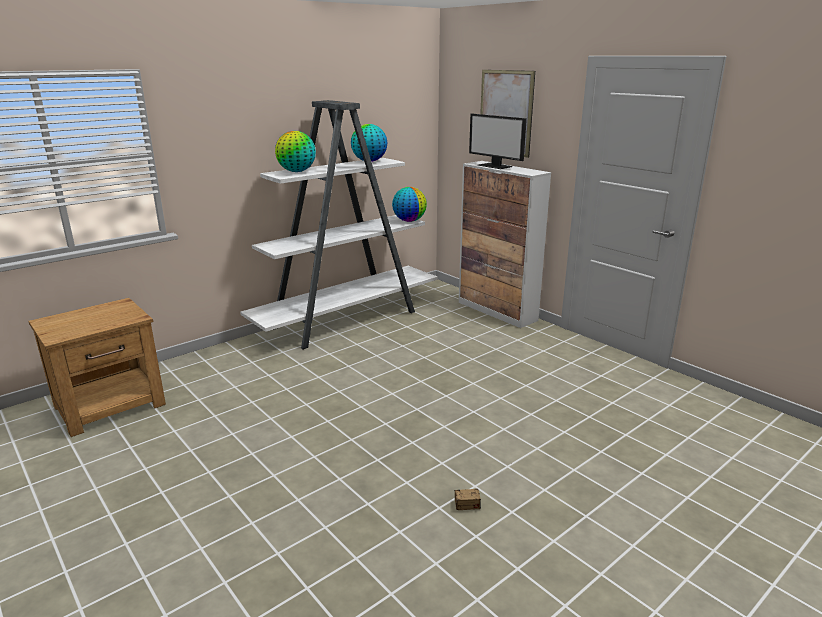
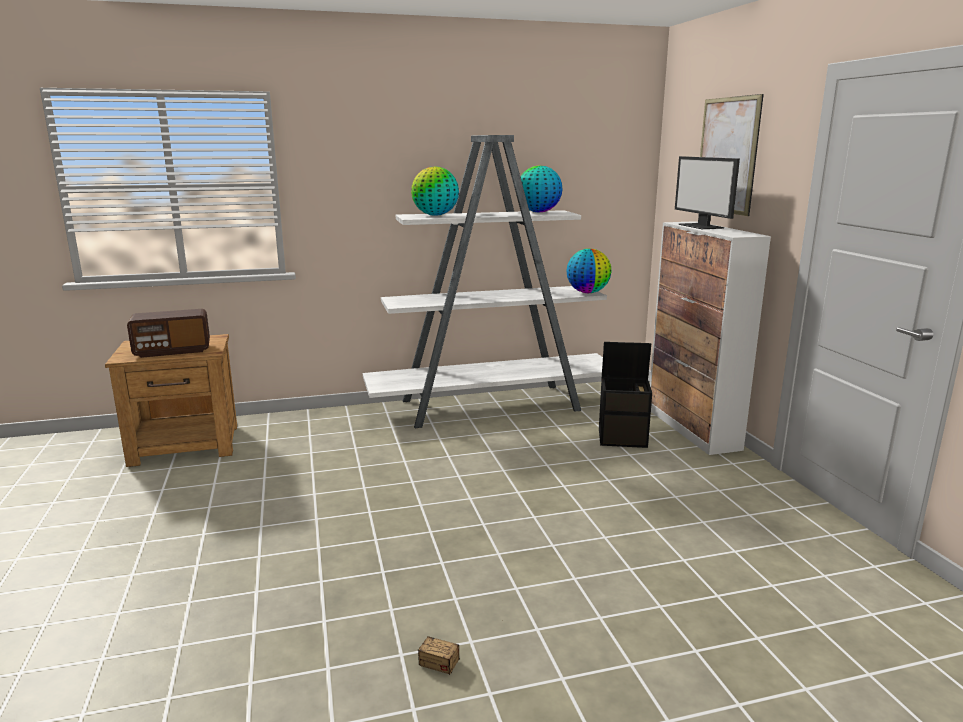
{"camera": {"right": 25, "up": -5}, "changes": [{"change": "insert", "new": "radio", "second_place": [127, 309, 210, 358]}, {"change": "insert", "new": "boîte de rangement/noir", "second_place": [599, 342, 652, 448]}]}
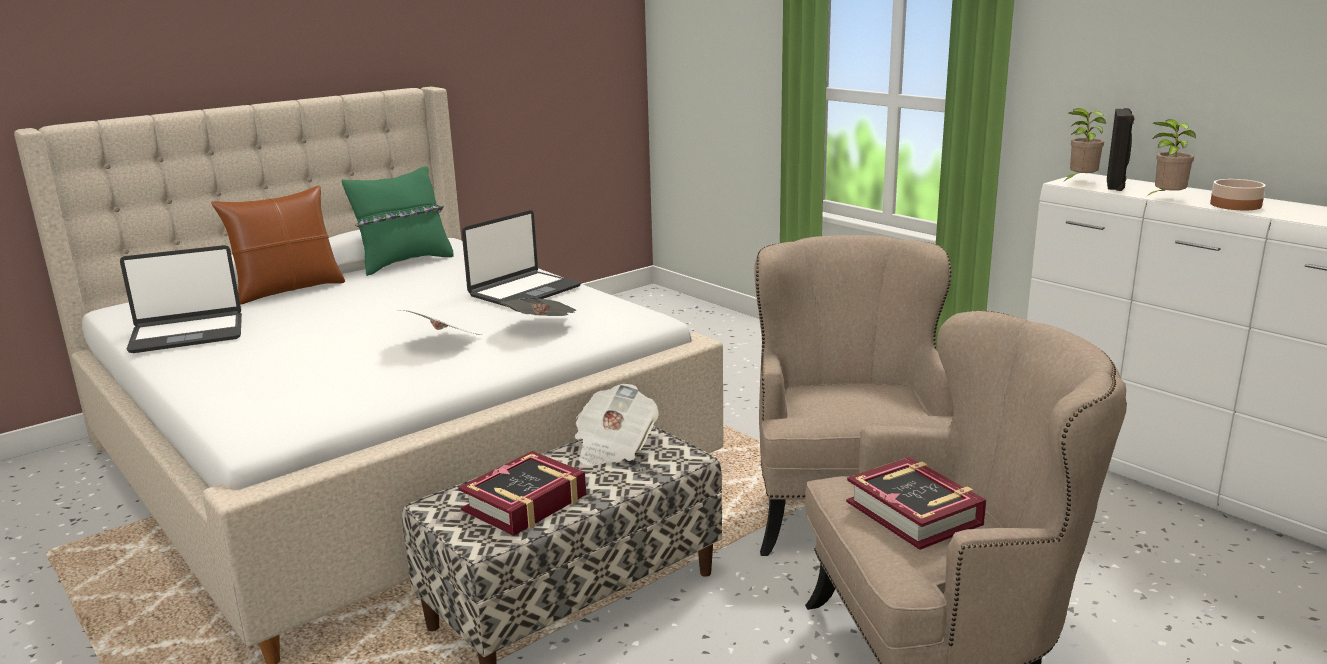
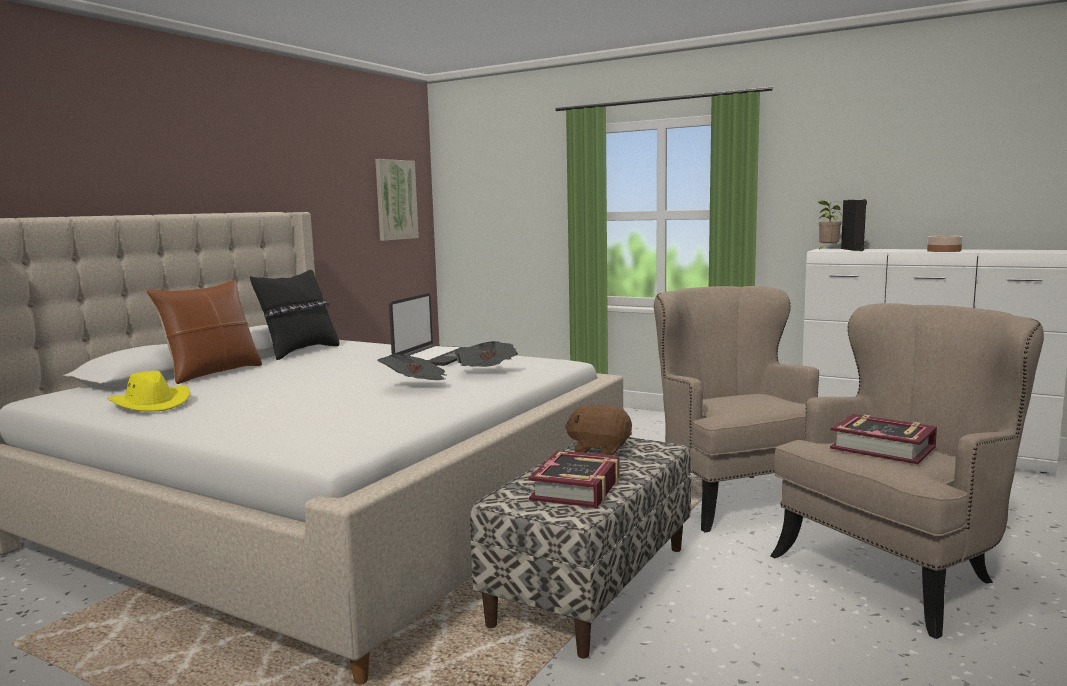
{"camera": {"right": -20, "up": -10}, "changes": [{"change": "delete", "old": "plante en pot", "first_place": [1147, 119, 1196, 196]}, {"change": "recolor", "old": "coussin/vert", "new": "coussin/noir", "first_place": [342, 166, 453, 276], "second_place": [250, 270, 340, 360]}, {"change": "replace", "old": "ordinateur portable", "new": "chapeau/jaune", "first_place": [120, 245, 242, 353], "second_place": [107, 371, 190, 412]}, {"change": "replace", "old": "journal", "new": "peluche/marron", "first_place": [575, 384, 659, 466], "second_place": [565, 404, 632, 455]}, {"change": "insert", "new": "tableau", "second_place": [375, 159, 419, 241]}]}
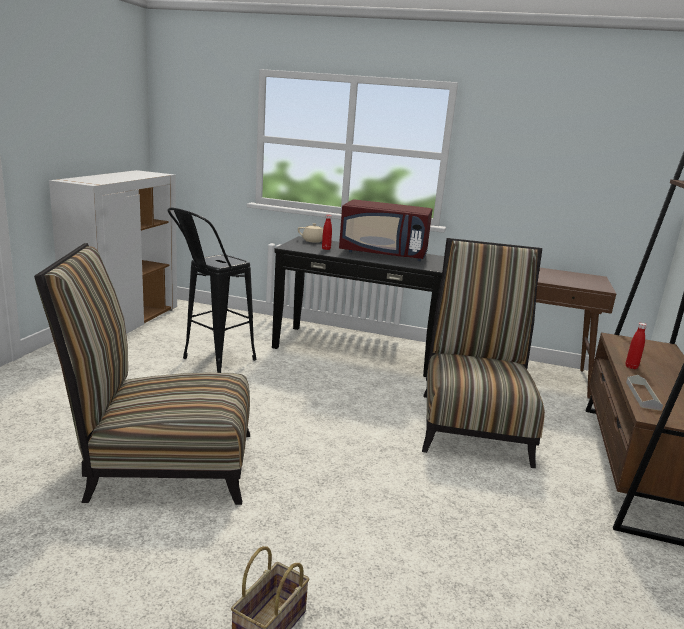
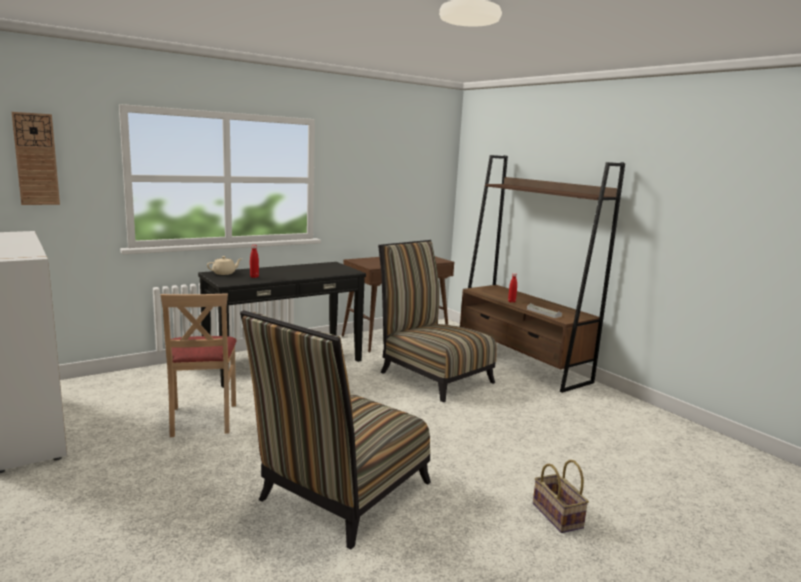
{"camera": {"right": -50, "up": -5}, "changes": [{"change": "delete", "old": "micro-ondes/rouge", "first_place": [339, 199, 432, 261]}, {"change": "replace", "old": "tabouret/noir", "new": "chaise/beige", "first_place": [168, 208, 256, 373], "second_place": [160, 293, 237, 437]}, {"change": "insert", "new": "horloge murale", "second_place": [11, 112, 60, 205]}]}
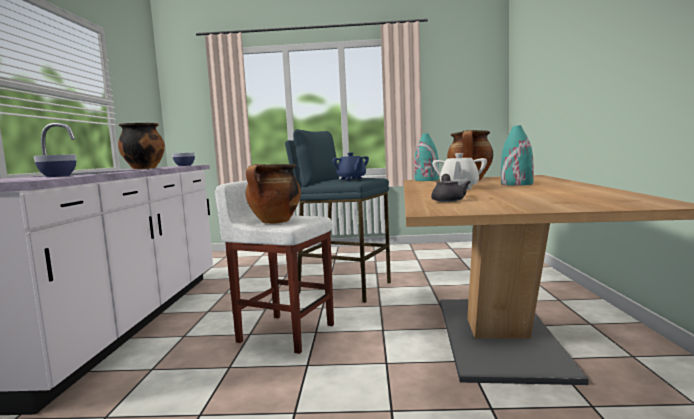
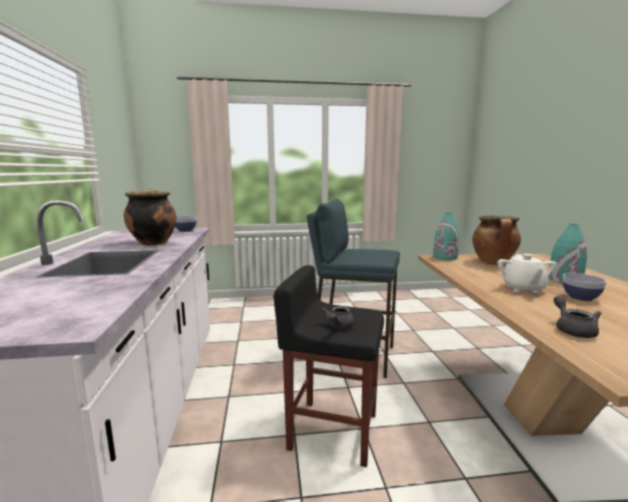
{"camera": {"right": -10, "up": 5}, "changes": [{"change": "delete", "old": "théière/bleu", "first_place": [332, 152, 369, 180]}, {"change": "move", "old": "bol", "first_place": [34, 154, 76, 177], "second_place": [563, 273, 607, 301]}, {"change": "replace", "old": "marmite", "new": "théière/gris", "first_place": [246, 164, 301, 224], "second_place": [321, 306, 354, 328]}, {"change": "recolor", "old": "tabouret/blanc", "new": "tabouret/noir", "first_place": [215, 180, 334, 354], "second_place": [274, 265, 384, 467]}]}
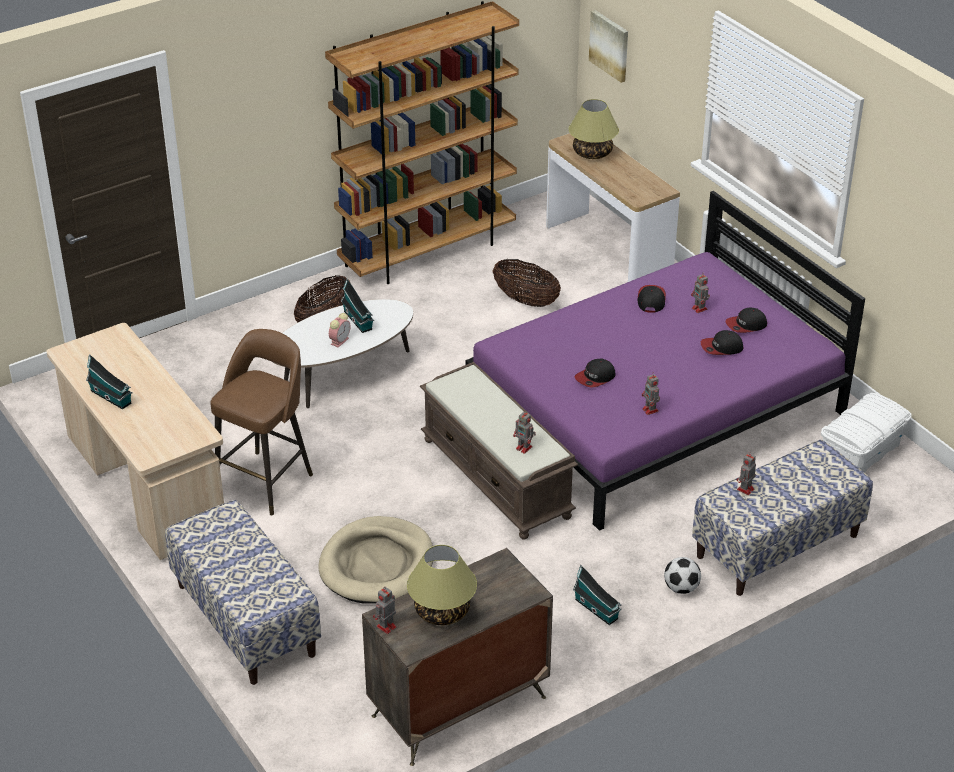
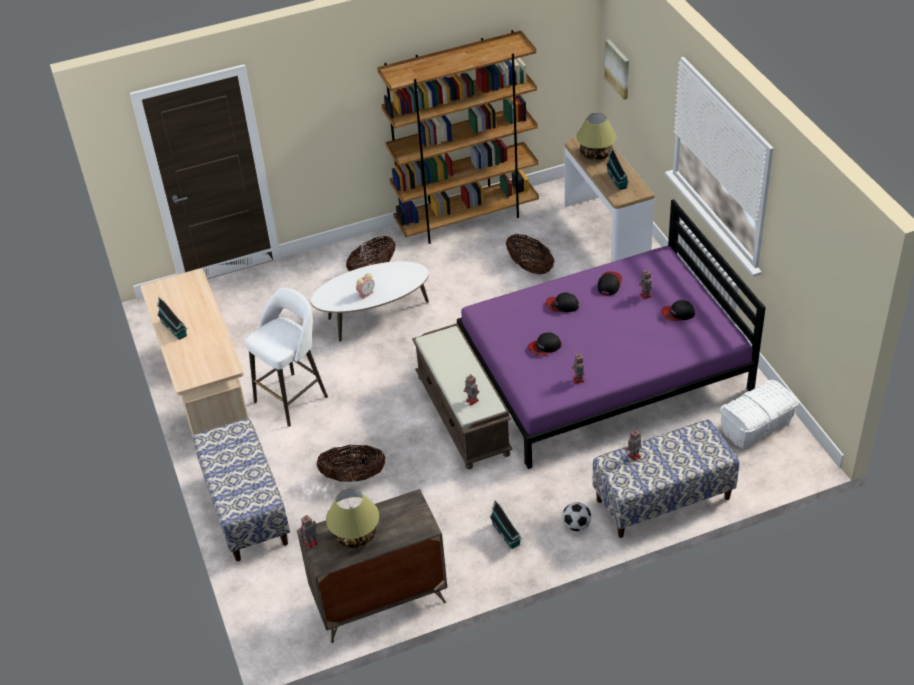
{"camera": {"right": 15, "up": 5}, "changes": [{"change": "move", "old": "maison miniature", "first_place": [341, 279, 374, 333], "second_place": [606, 148, 629, 190]}, {"change": "recolor", "old": "tabouret/marron", "new": "tabouret/blanc", "first_place": [211, 329, 313, 515], "second_place": [245, 288, 328, 427]}, {"change": "move", "old": "casquette", "first_place": [701, 330, 744, 355], "second_place": [546, 293, 579, 312]}, {"change": "replace", "old": "panier pour chien/beige", "new": "panier", "first_place": [319, 516, 433, 604], "second_place": [317, 445, 386, 482]}]}
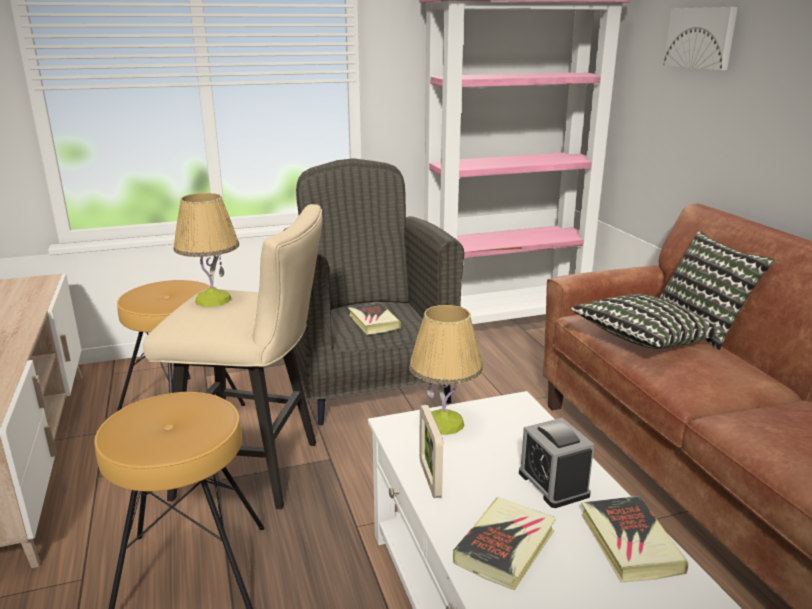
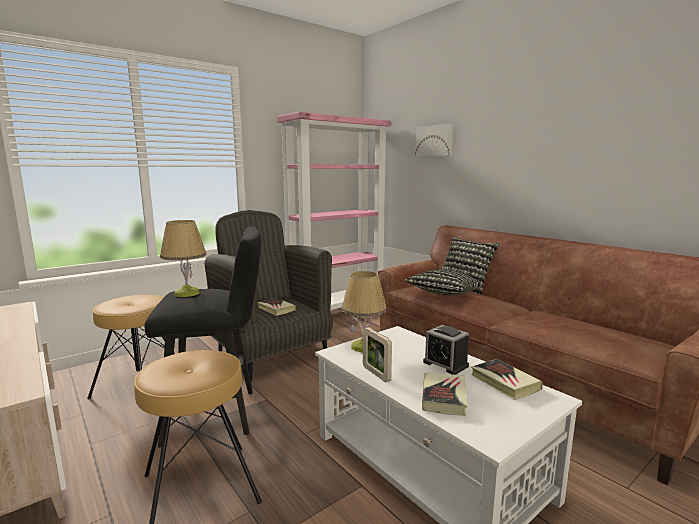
{"camera": {"right": -20, "up": -10}, "changes": [{"change": "recolor", "old": "tabouret/beige", "new": "tabouret/noir", "first_place": [143, 204, 323, 509], "second_place": [144, 227, 261, 447]}]}
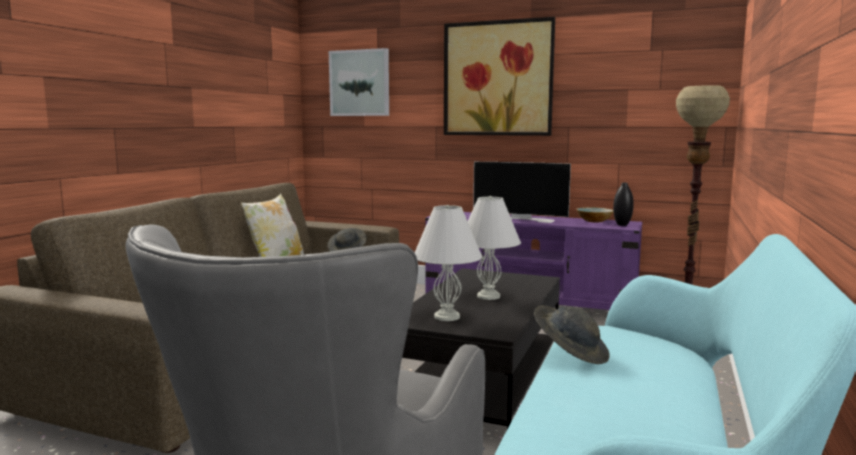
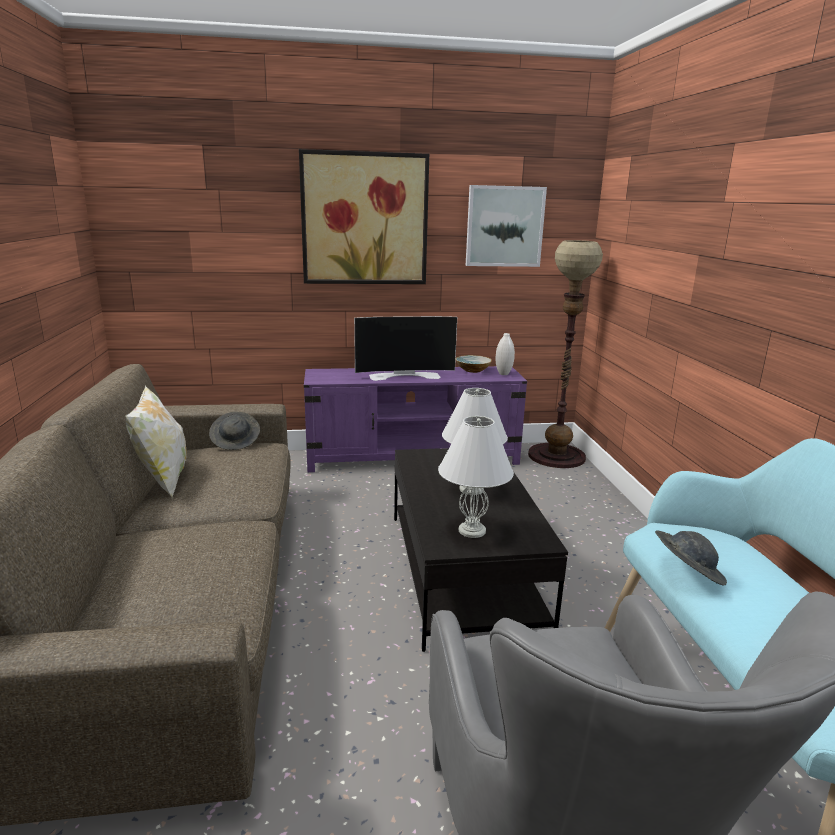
{"camera": {"right": -30, "up": 10}, "changes": [{"change": "move", "old": "tableau", "first_place": [329, 48, 389, 116], "second_place": [466, 185, 547, 267]}, {"change": "recolor", "old": "vase/noir", "new": "vase/blanc", "first_place": [613, 183, 634, 226], "second_place": [496, 333, 515, 375]}]}
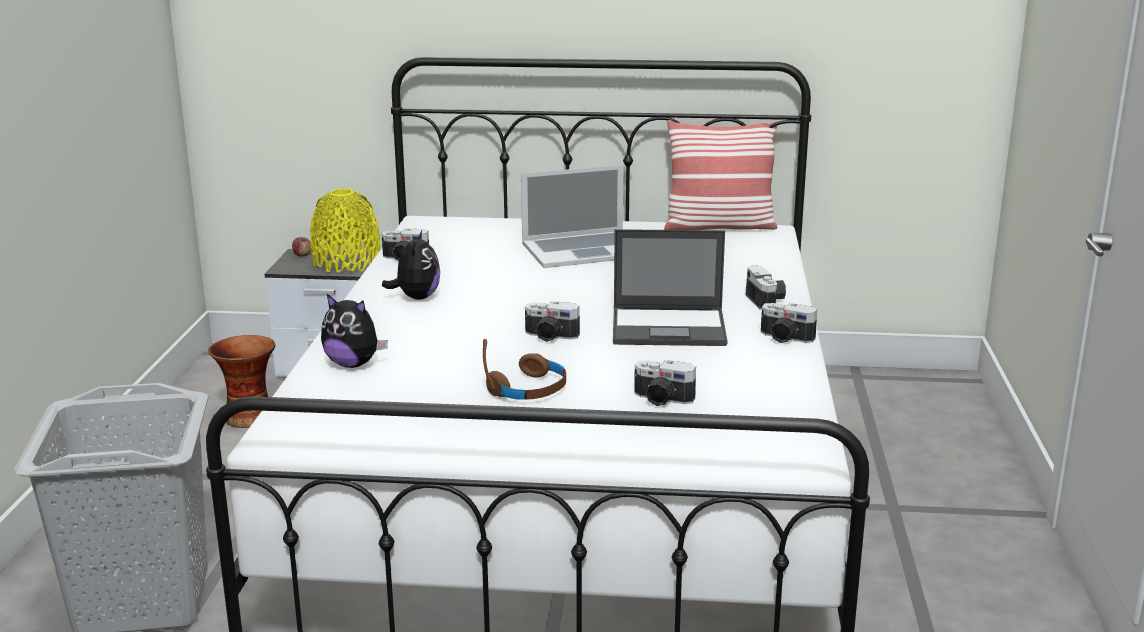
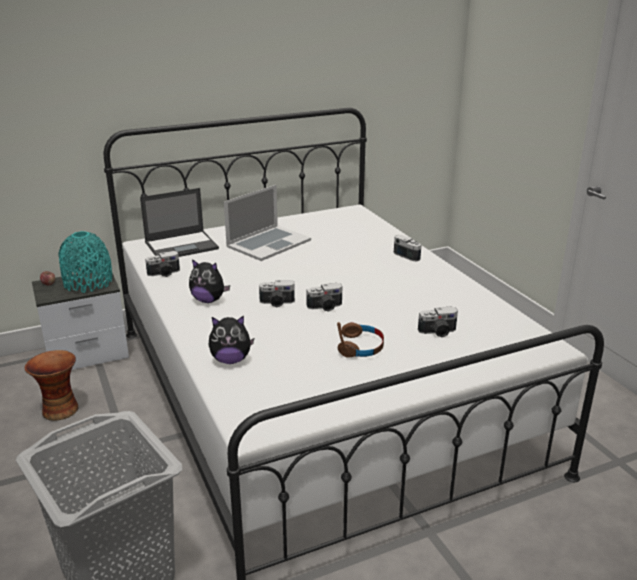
{"camera": {"right": -30, "up": 5}, "changes": [{"change": "delete", "old": "coussin", "first_place": [664, 120, 777, 230]}, {"change": "recolor", "old": "vase/jaune", "new": "vase/turquoise", "first_place": [310, 189, 380, 273], "second_place": [58, 231, 112, 293]}, {"change": "move", "old": "ordinateur portable", "first_place": [613, 229, 728, 346], "second_place": [140, 188, 219, 257]}, {"change": "rotate", "old": "peluche", "first_place": [382, 231, 440, 300], "second_place": [189, 259, 230, 303], "degrees": 135}, {"change": "move", "old": "appareil photo", "first_place": [761, 303, 817, 343], "second_place": [259, 280, 295, 307]}]}
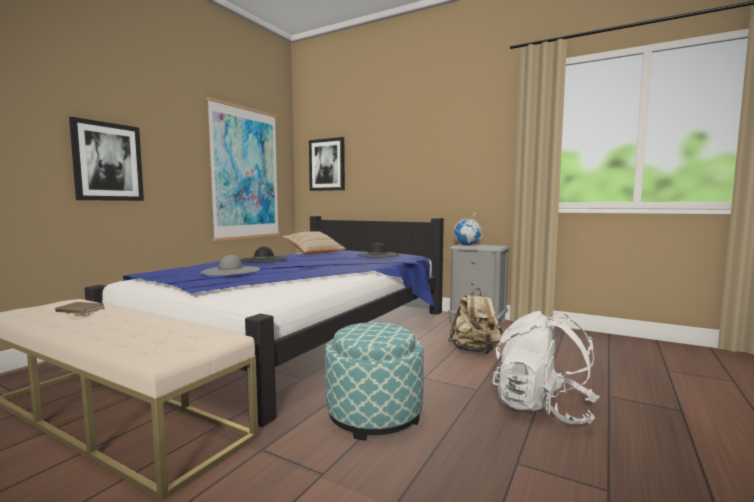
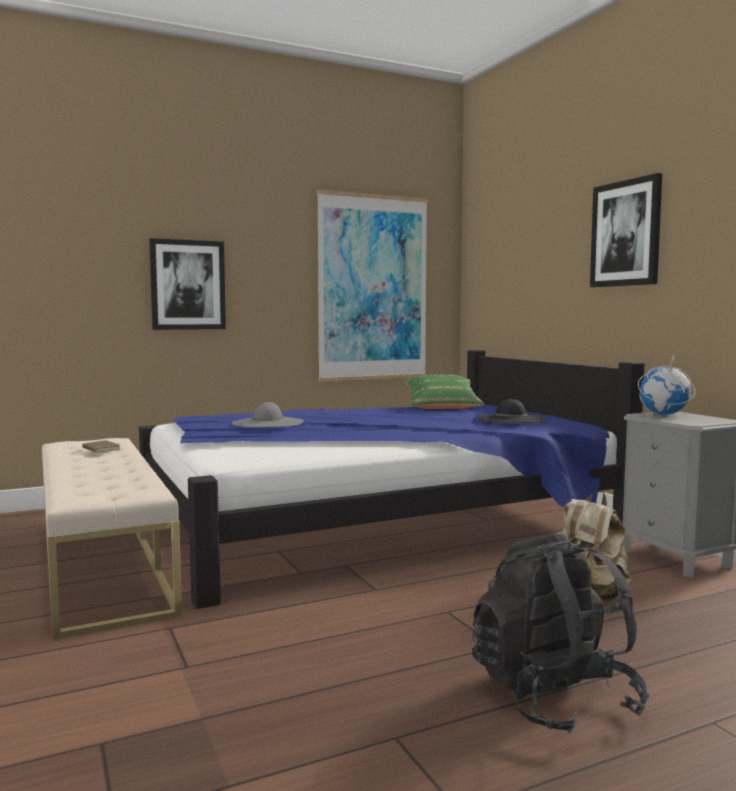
{"camera": {"right": 35, "up": 0}, "changes": [{"change": "move", "old": "tableau", "first_place": [309, 137, 345, 191], "second_place": [590, 173, 662, 287]}, {"change": "recolor", "old": "coussin/beige", "new": "coussin/vert", "first_place": [283, 231, 346, 254], "second_place": [403, 375, 485, 409]}, {"change": "delete", "old": "chapeau/noir", "first_place": [240, 246, 288, 263]}, {"change": "recolor", "old": "sac à dos/blanc", "new": "sac à dos/noir", "first_place": [493, 311, 600, 424], "second_place": [472, 534, 649, 734]}, {"change": "delete", "old": "pouf", "first_place": [325, 322, 424, 441]}]}
